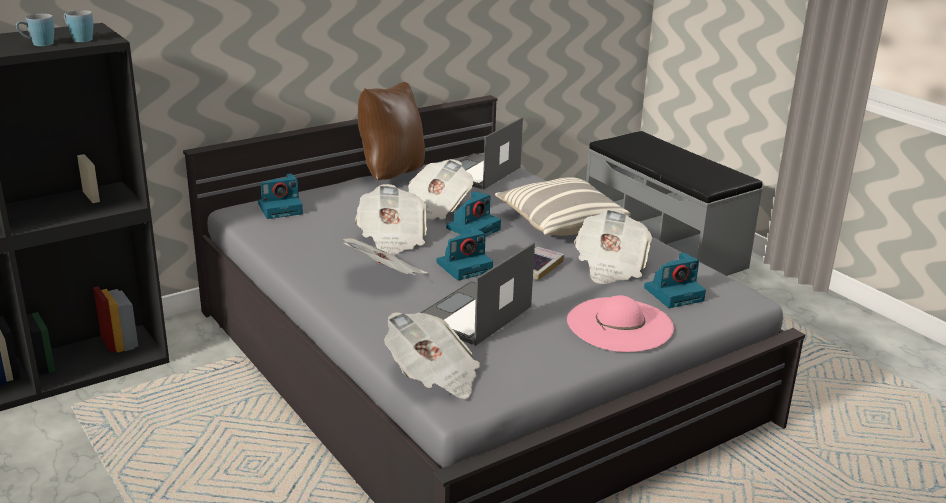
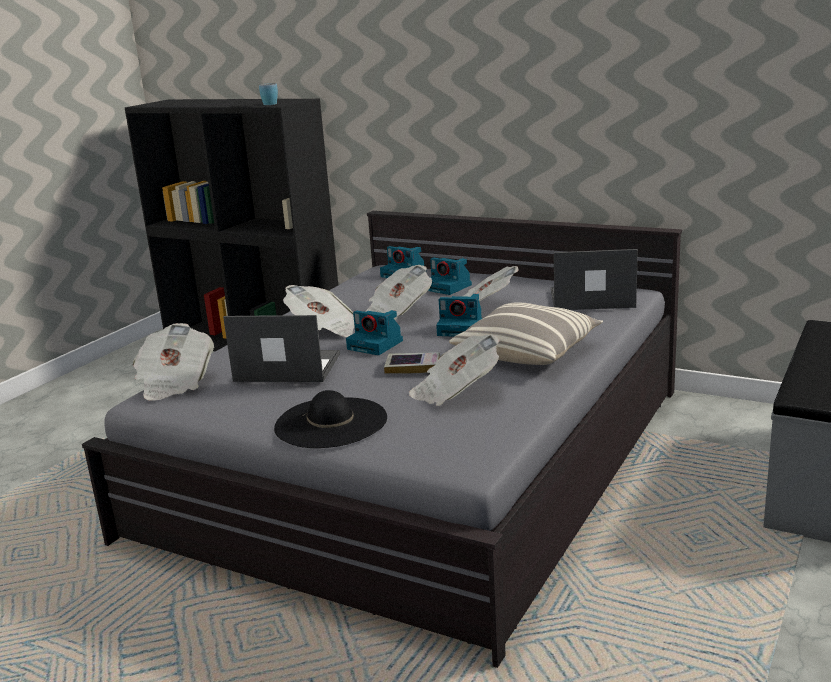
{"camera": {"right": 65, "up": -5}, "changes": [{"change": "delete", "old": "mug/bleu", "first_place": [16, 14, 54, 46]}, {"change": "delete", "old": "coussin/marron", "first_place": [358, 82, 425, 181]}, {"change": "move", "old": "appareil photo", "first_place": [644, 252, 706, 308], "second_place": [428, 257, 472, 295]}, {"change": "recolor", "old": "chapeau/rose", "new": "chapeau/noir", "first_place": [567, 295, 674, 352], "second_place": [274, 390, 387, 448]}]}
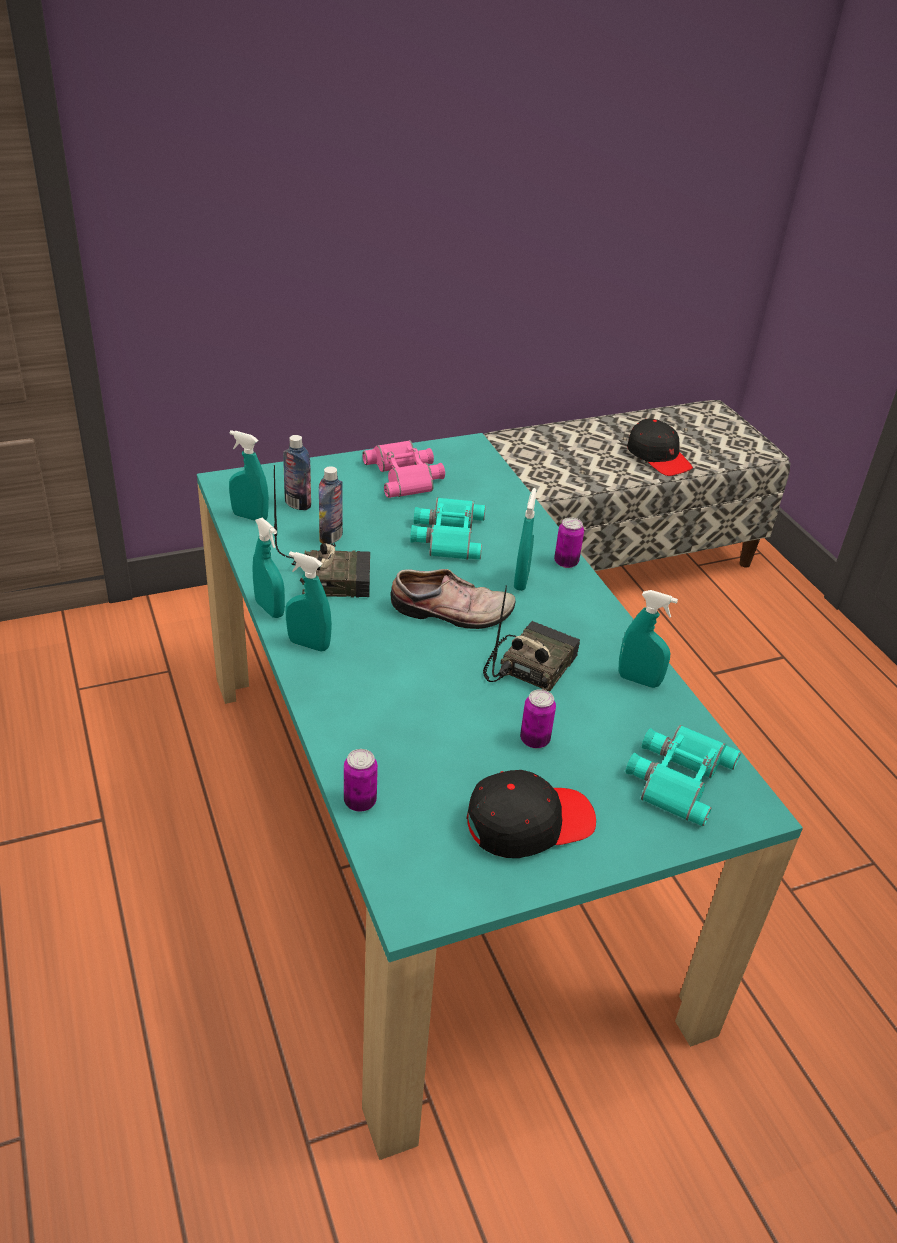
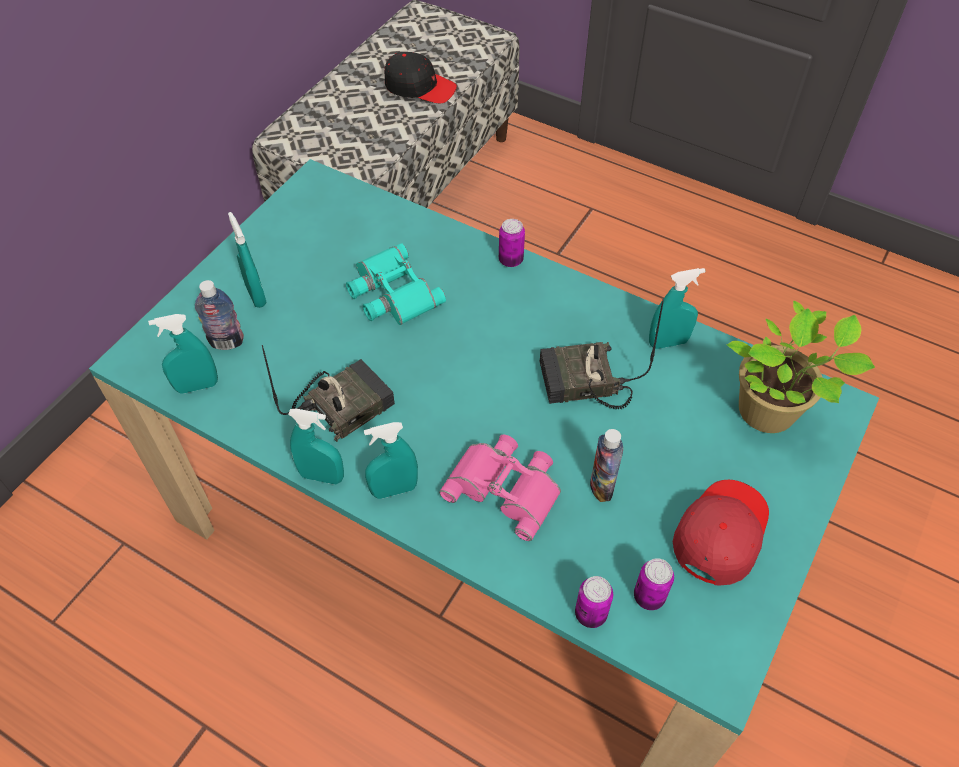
{"camera": {"right": -35, "up": 15}, "changes": [{"change": "move", "old": "jumelles/rose", "first_place": [362, 440, 445, 498], "second_place": [439, 434, 561, 541]}, {"change": "move", "old": "bouteille", "first_place": [319, 466, 343, 544], "second_place": [590, 429, 623, 502]}, {"change": "move", "old": "vaporisateur/turquoise", "first_place": [514, 488, 536, 591], "second_place": [228, 212, 267, 308]}, {"change": "delete", "old": "chaussure", "first_place": [391, 569, 515, 629]}, {"change": "rotate", "old": "radio", "first_place": [483, 585, 580, 692], "second_place": [540, 299, 664, 409], "degrees": -90}, {"change": "move", "old": "boîte métallique", "first_place": [520, 689, 556, 748], "second_place": [634, 558, 674, 610]}, {"change": "replace", "old": "jumelles/turquoise", "new": "plante en pot", "first_place": [625, 725, 741, 826], "second_place": [727, 301, 875, 433]}, {"change": "recolor", "old": "casquette/noir", "new": "casquette/rouge", "first_place": [466, 770, 596, 858], "second_place": [673, 480, 769, 586]}]}
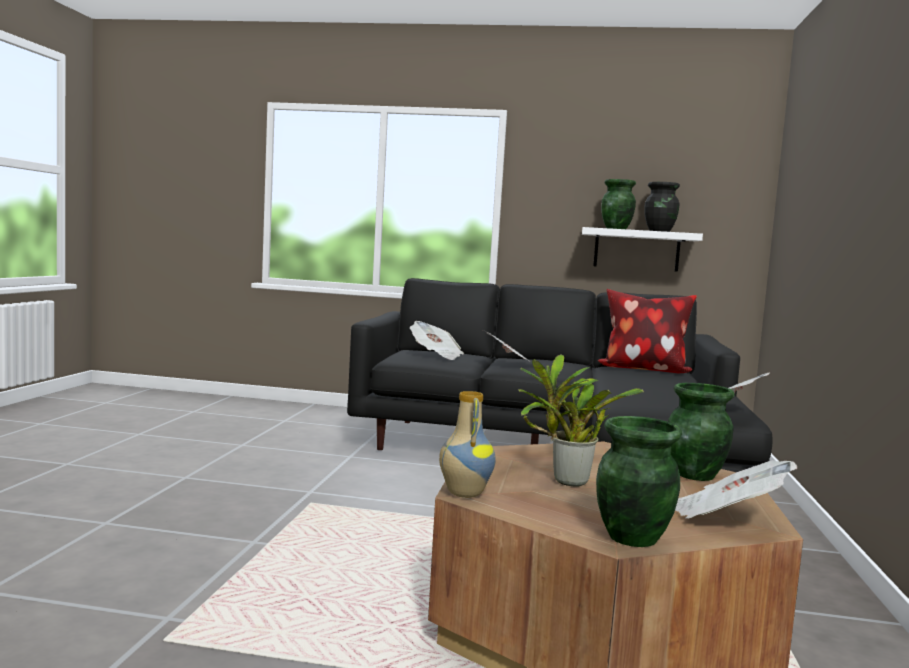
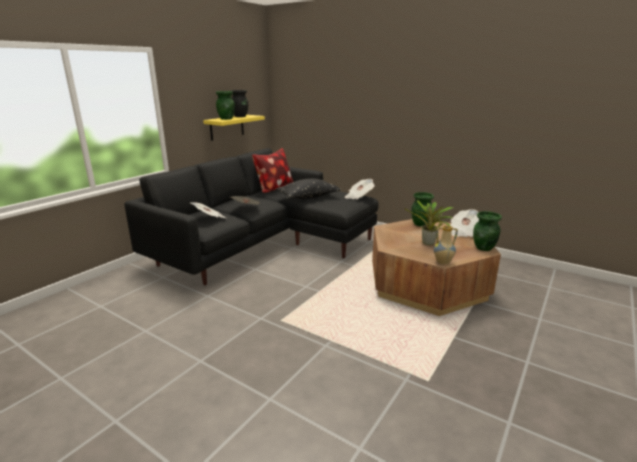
{"camera": {"right": -65, "up": 15}, "changes": [{"change": "recolor", "old": "étagère/blanc", "new": "étagère/jaune", "first_place": [582, 227, 703, 272], "second_place": [203, 115, 265, 141]}, {"change": "insert", "new": "coussin/noir", "second_place": [276, 179, 341, 199]}]}
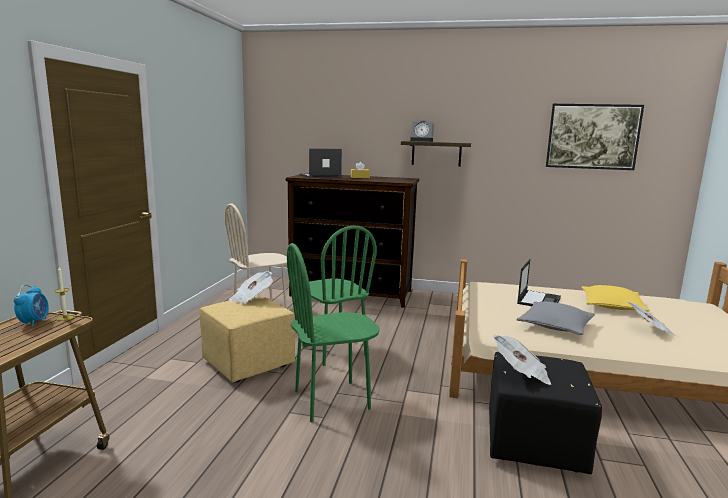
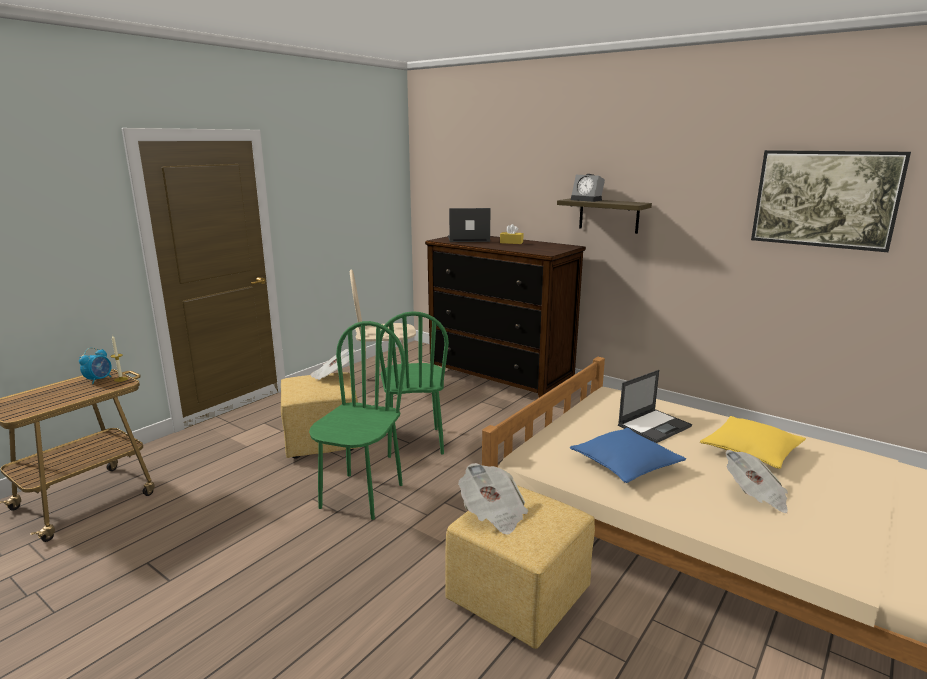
{"camera": {"right": 25, "up": 5}, "changes": [{"change": "rotate", "old": "chaise/vert", "first_place": [287, 243, 380, 422], "second_place": [309, 321, 406, 520], "degrees": 105}, {"change": "recolor", "old": "coussin/gris", "new": "coussin/bleu", "first_place": [516, 301, 595, 335], "second_place": [570, 428, 686, 483]}, {"change": "recolor", "old": "pouf/noir", "new": "pouf/jaune", "first_place": [489, 352, 602, 474], "second_place": [445, 485, 595, 649]}]}
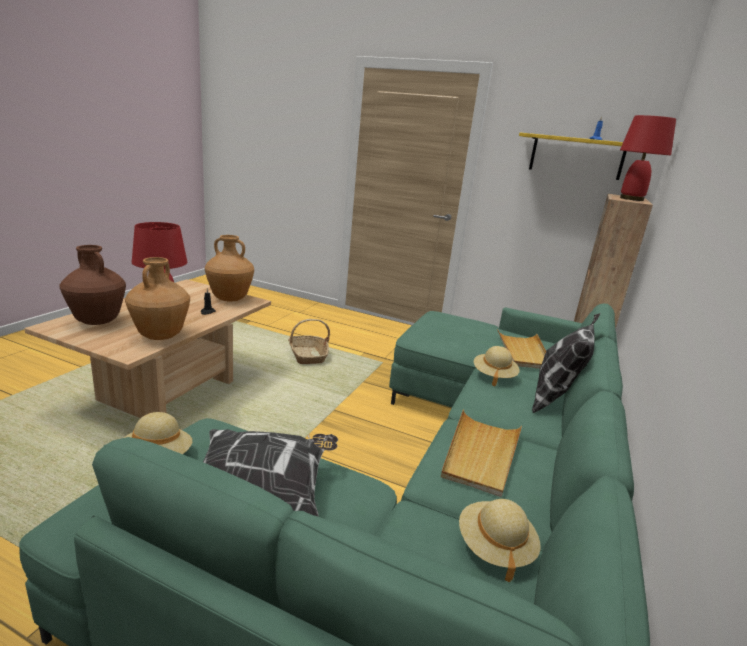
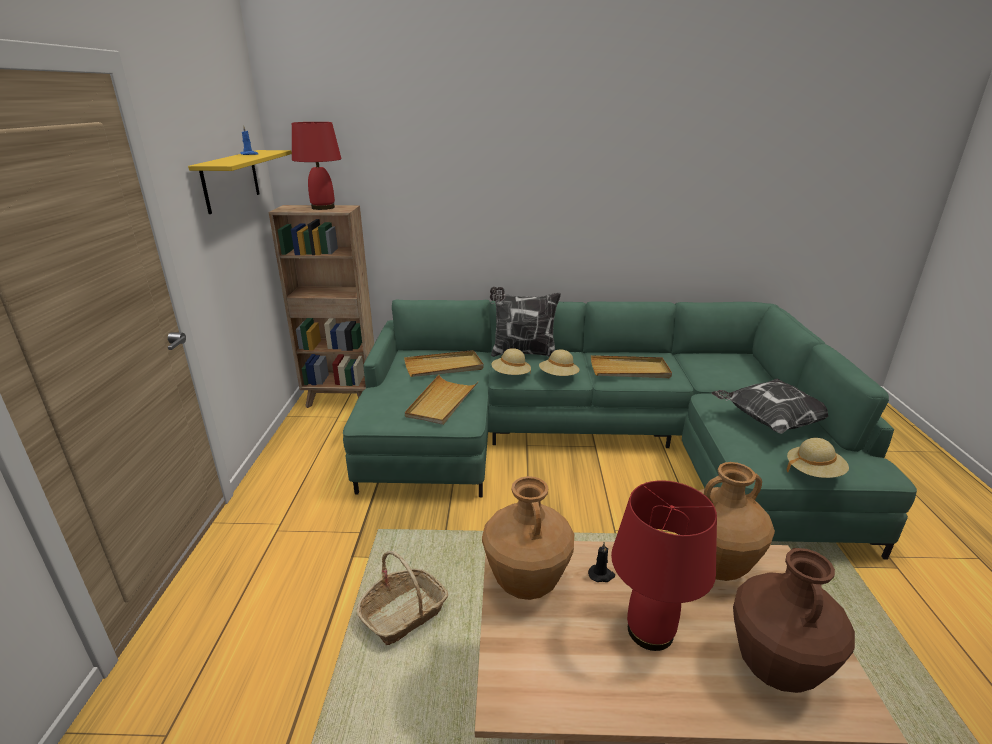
{"camera": {"right": -110, "up": 5}, "changes": [{"change": "move", "old": "chapeau/beige", "first_place": [459, 499, 541, 582], "second_place": [539, 350, 580, 376]}, {"change": "insert", "new": "plateau/beige", "second_place": [405, 375, 479, 425]}]}
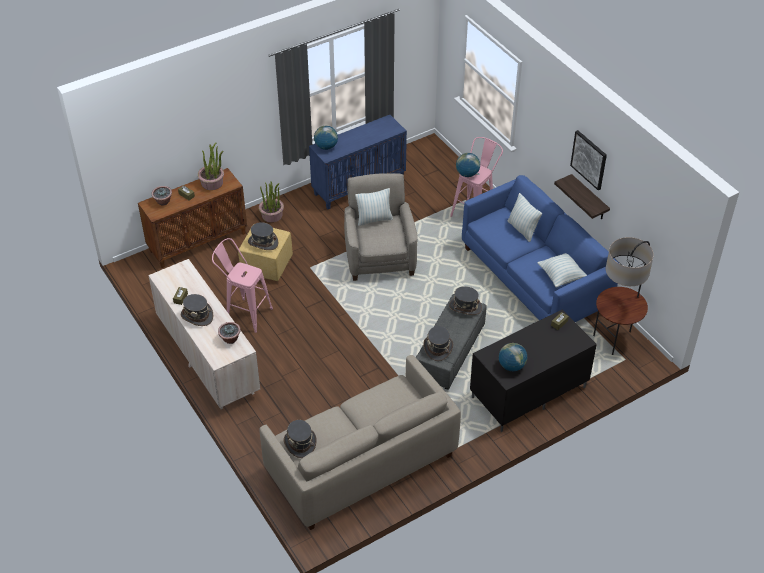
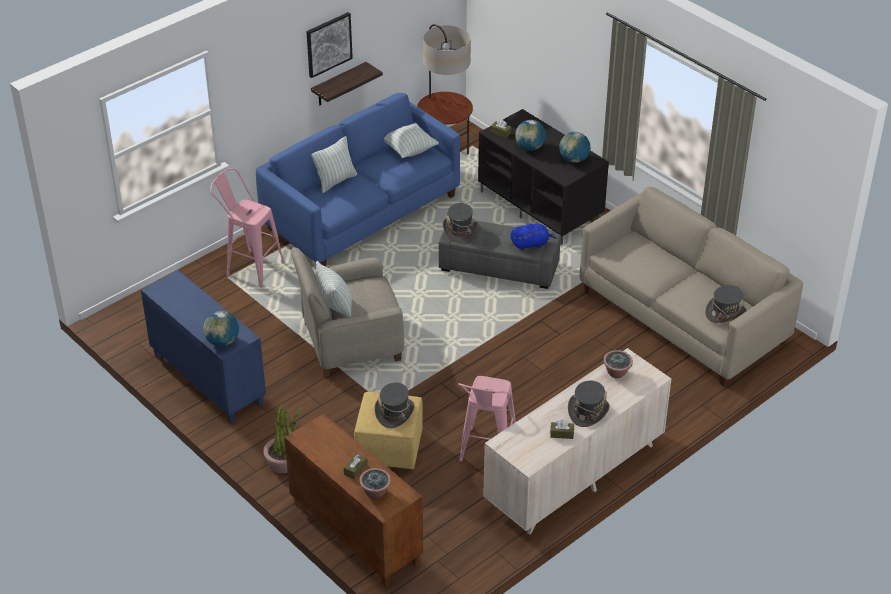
{"camera": {"right": -100, "up": -5}, "changes": [{"change": "delete", "old": "plante en pot", "first_place": [198, 142, 224, 190]}, {"change": "move", "old": "globe", "first_place": [456, 153, 480, 177], "second_place": [515, 120, 546, 151]}, {"change": "replace", "old": "chapeau/gris", "new": "peluche/bleu", "first_place": [423, 326, 453, 361], "second_place": [510, 224, 558, 250]}]}
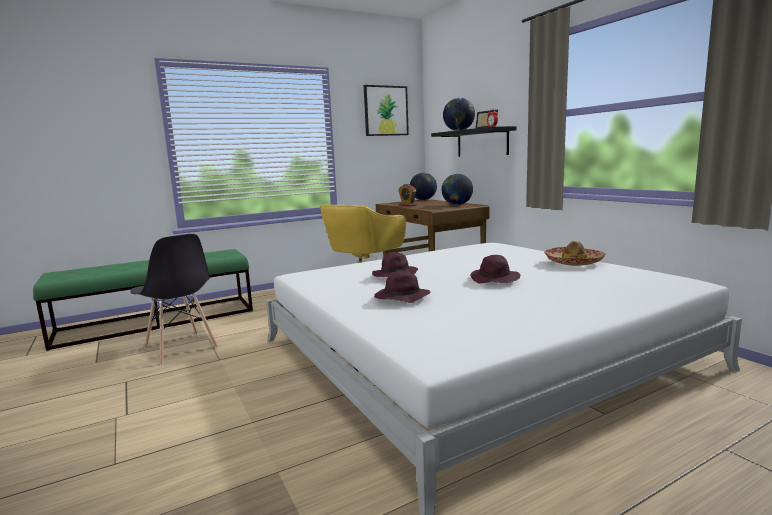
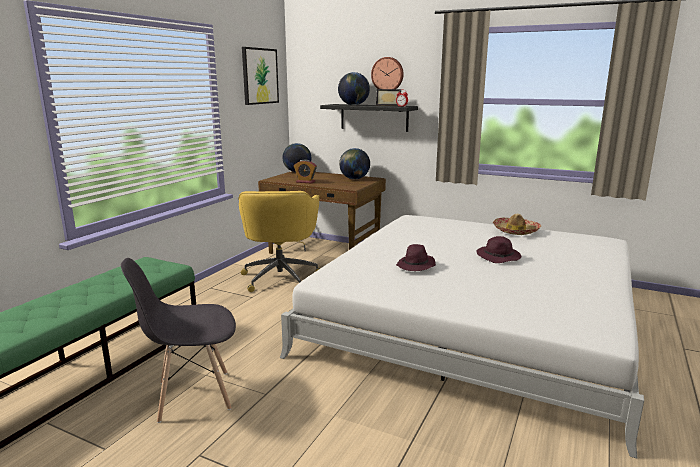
{"camera": {"right": -35, "up": 5}, "changes": [{"change": "rotate", "old": "chaise/gris", "first_place": [130, 234, 218, 365], "second_place": [121, 258, 236, 423], "degrees": 150}, {"change": "delete", "old": "chapeau/violet", "first_place": [374, 271, 431, 303]}, {"change": "insert", "new": "horloge murale", "second_place": [371, 57, 404, 89]}]}
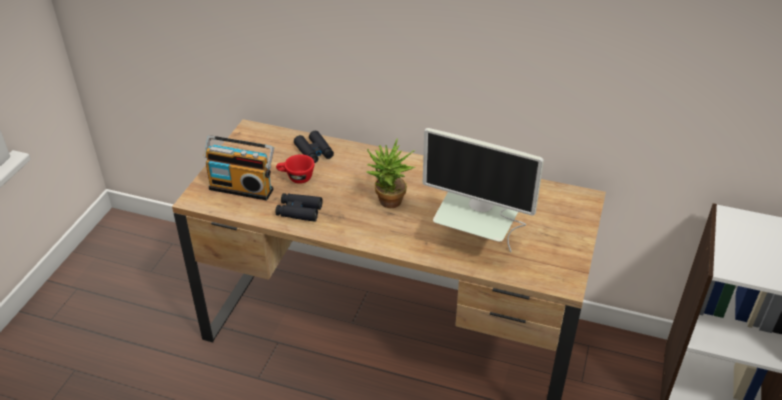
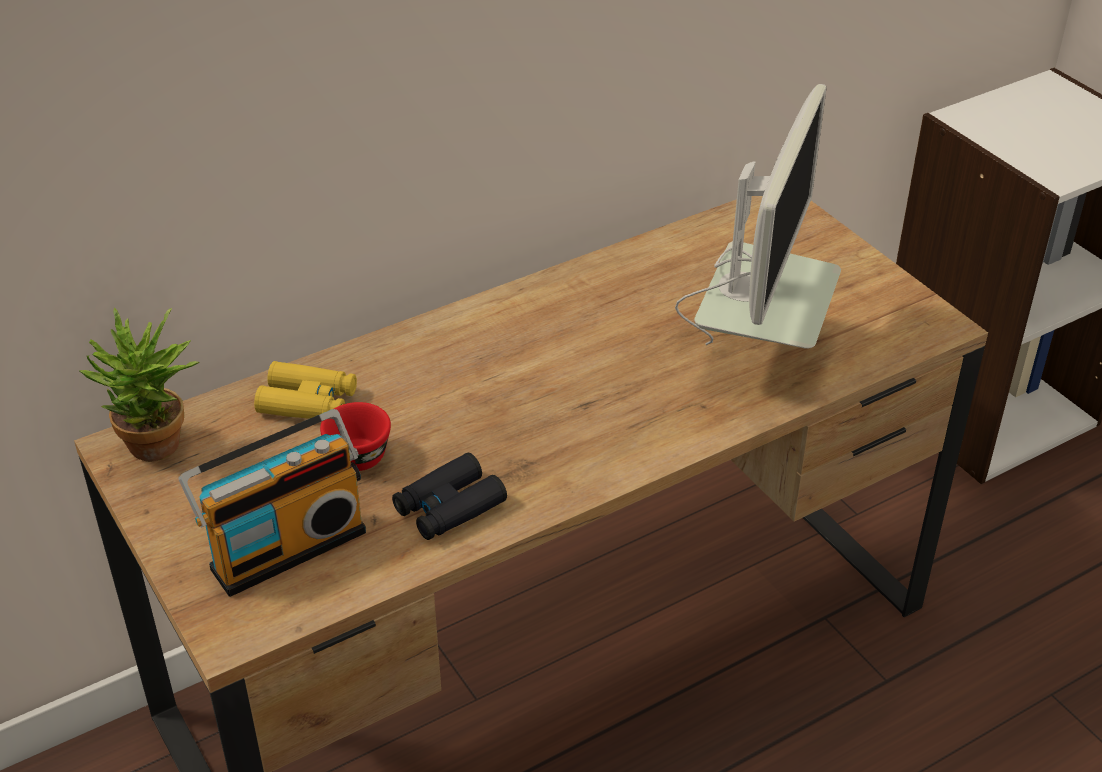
{"camera": {"right": -50, "up": 0}, "changes": [{"change": "rotate", "old": "écran d'ordinateur", "first_place": [423, 128, 544, 252], "second_place": [675, 84, 841, 349], "degrees": -45}, {"change": "recolor", "old": "jumelles/noir", "new": "jumelles/jaune", "first_place": [294, 131, 334, 163], "second_place": [254, 361, 357, 419]}, {"change": "move", "old": "plante en pot", "first_place": [366, 138, 416, 208], "second_place": [79, 308, 199, 462]}]}
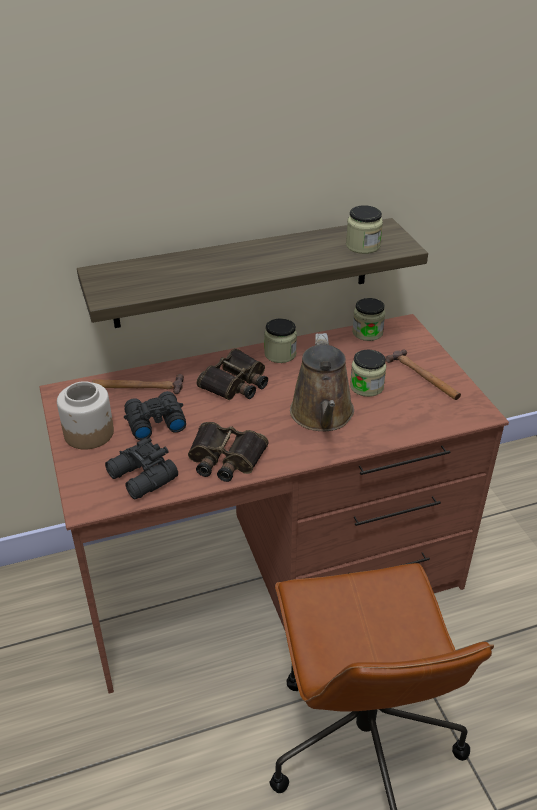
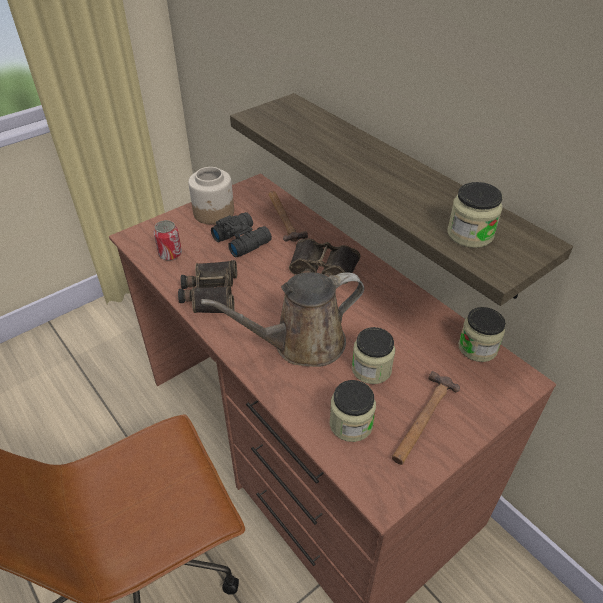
{"camera": {"right": 70, "up": 5}, "changes": [{"change": "move", "old": "bocal", "first_place": [264, 318, 297, 363], "second_place": [330, 380, 376, 442]}, {"change": "replace", "old": "jumelles/noir", "new": "boîte métallique", "first_place": [105, 438, 178, 500], "second_place": [154, 220, 182, 261]}]}
